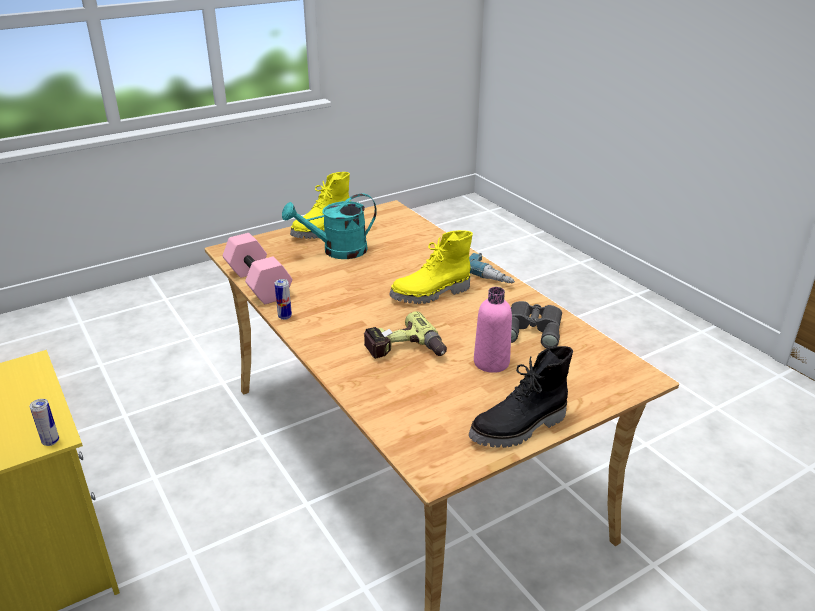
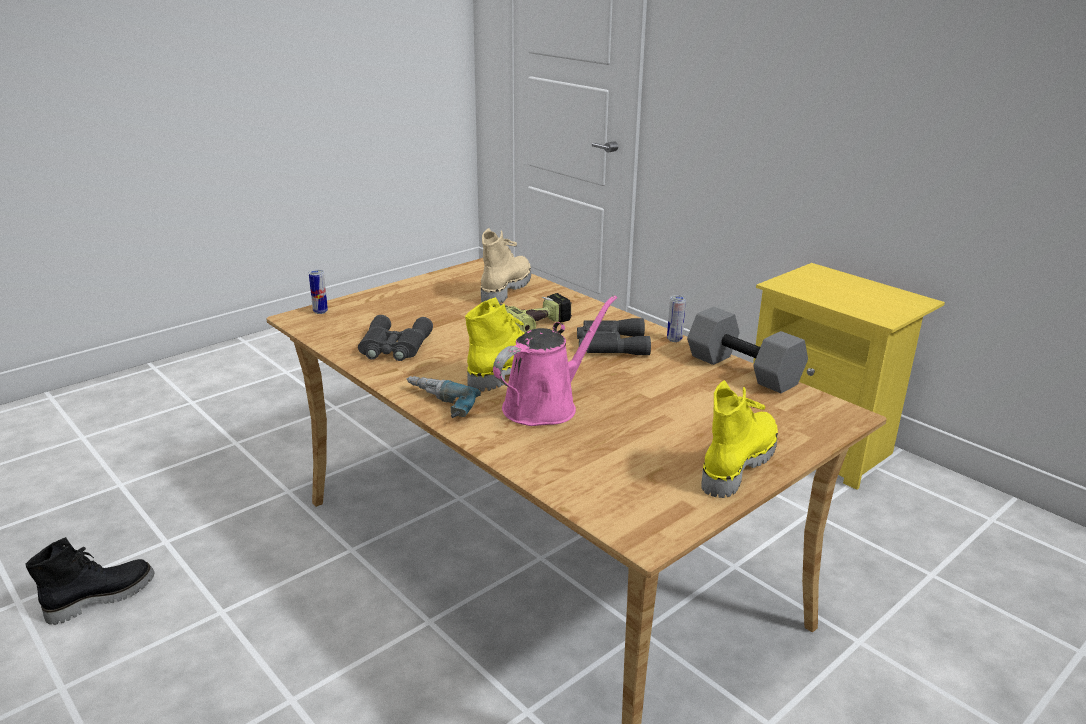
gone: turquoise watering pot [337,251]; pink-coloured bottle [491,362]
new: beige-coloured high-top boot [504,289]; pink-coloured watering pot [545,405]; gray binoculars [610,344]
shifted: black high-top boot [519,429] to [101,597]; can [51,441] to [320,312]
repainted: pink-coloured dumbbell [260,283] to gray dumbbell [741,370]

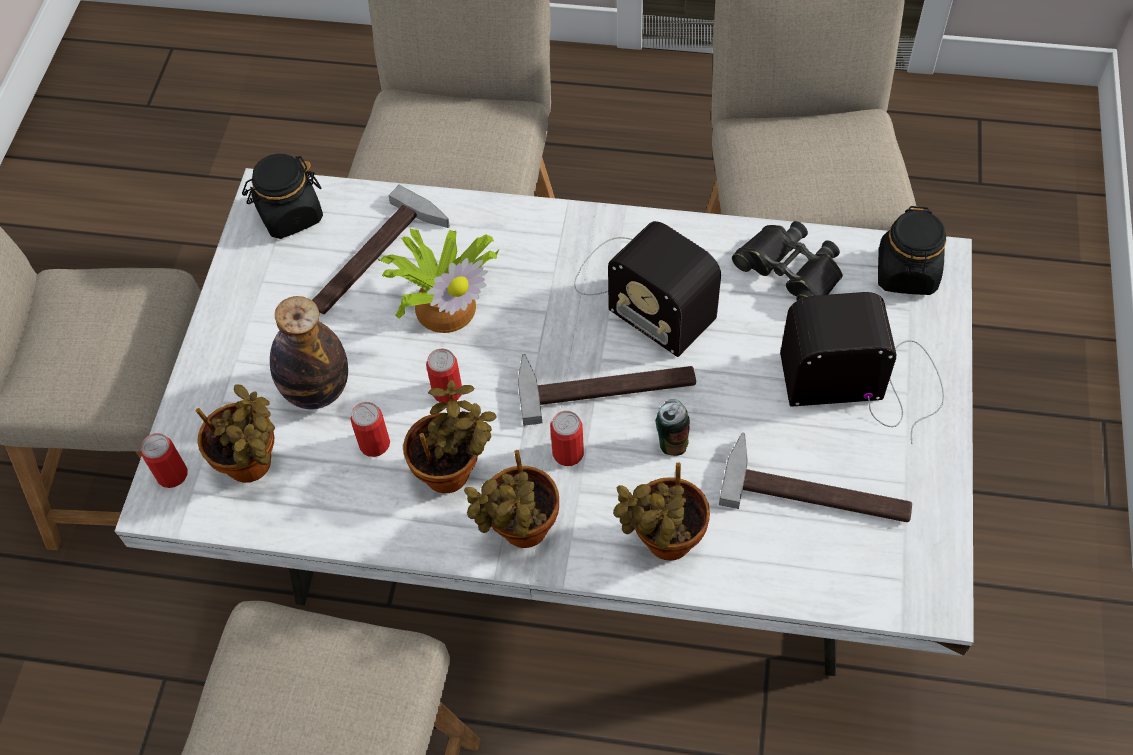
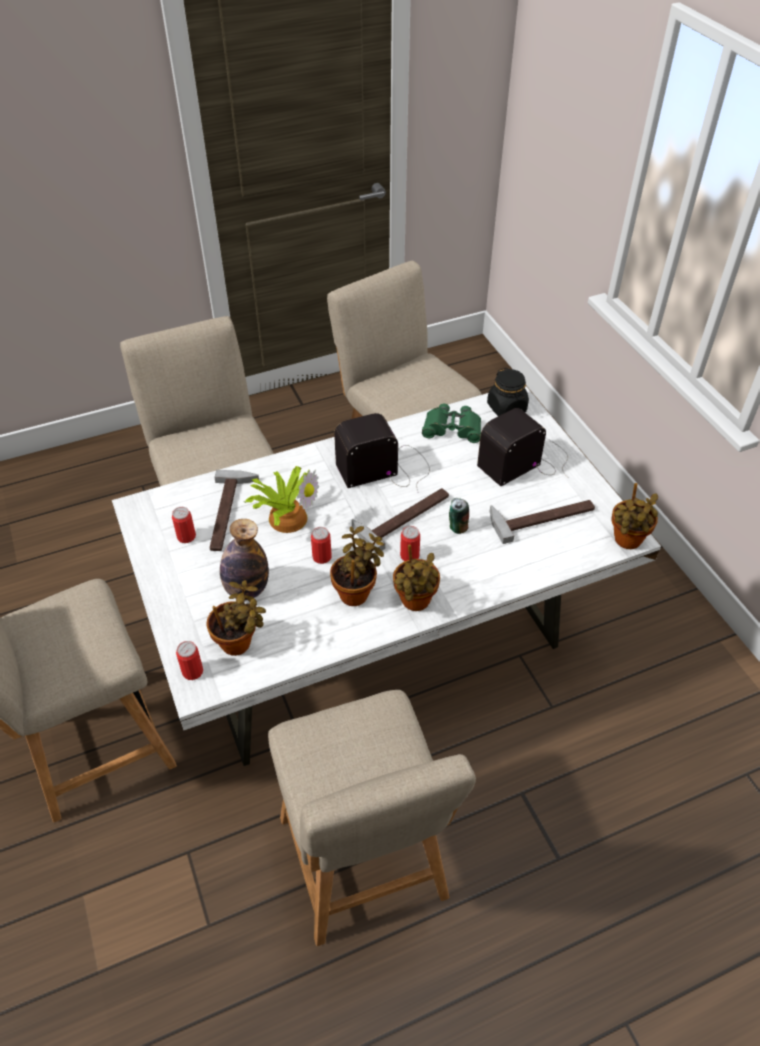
gone: black preserve jar [290,215]
shifted: can [374,444] to [186,536]; houseplant [663,542] to [626,542]
repainted: black binoculars [790,270] to greenish binoculars [452,428]
rotated: radio receiver [641,291] = [386,468] 150 degrees clockwise

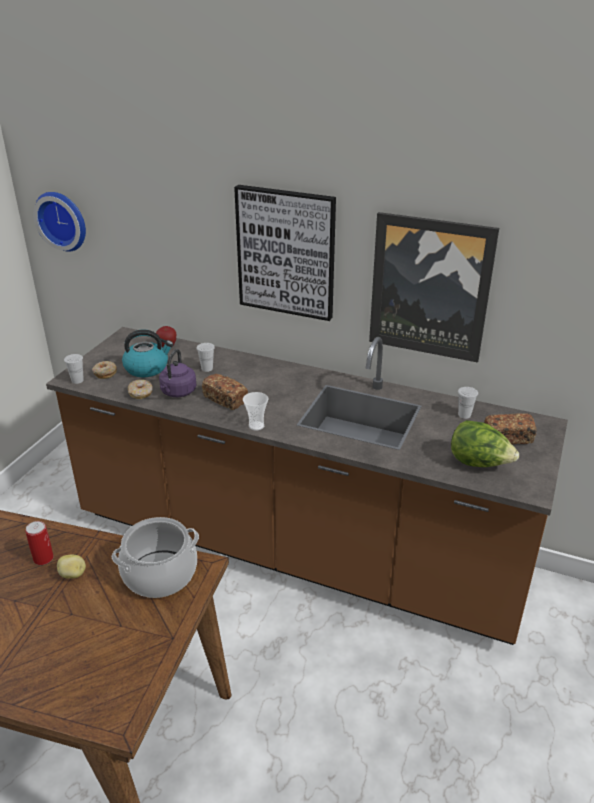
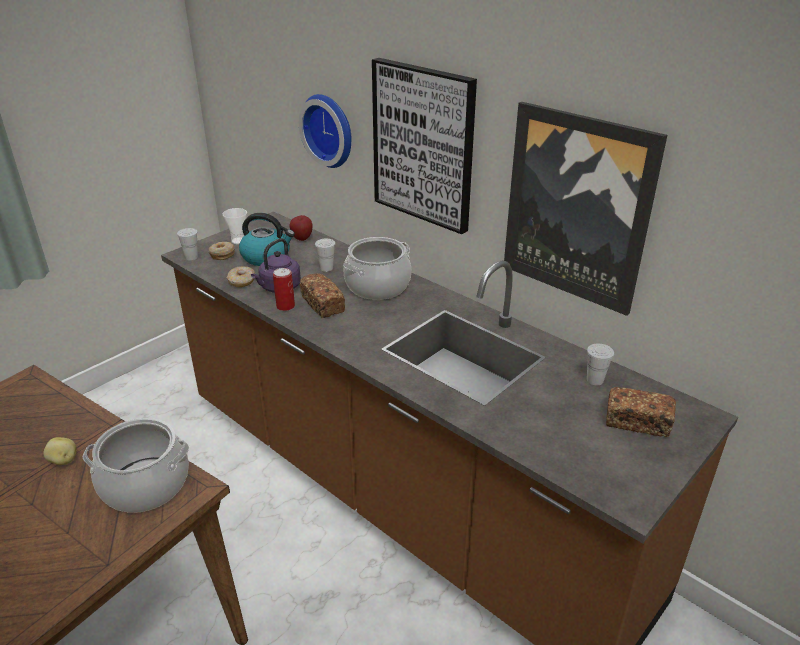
gone: lettuce [479,463]
new: saucepot [378,286]
shifted: small cup [256,426] to [238,241]; can [43,558] to [285,306]; hanging clock [63,220] to [330,130]

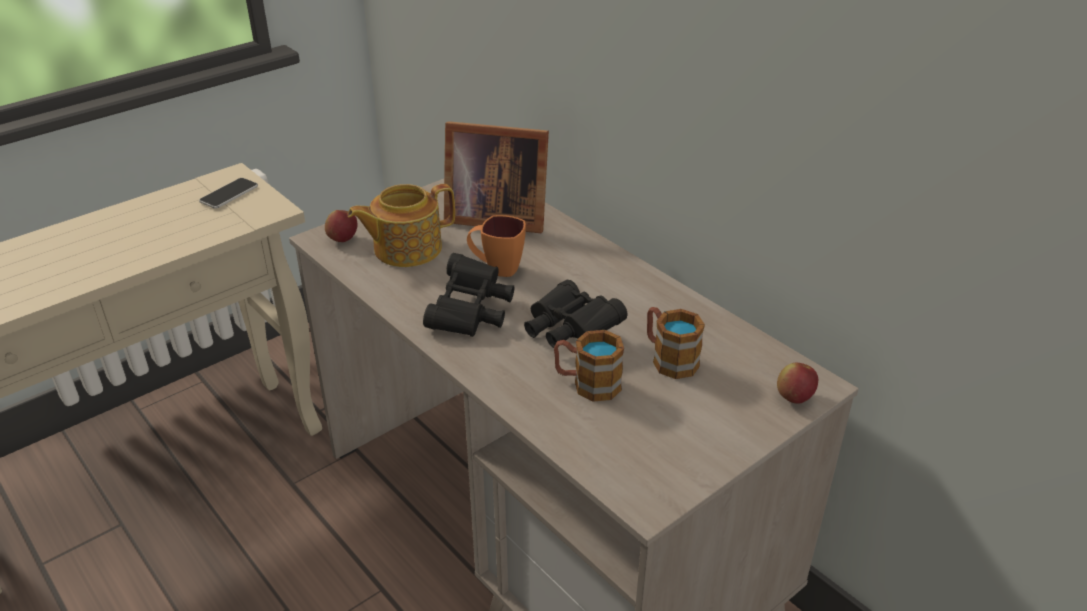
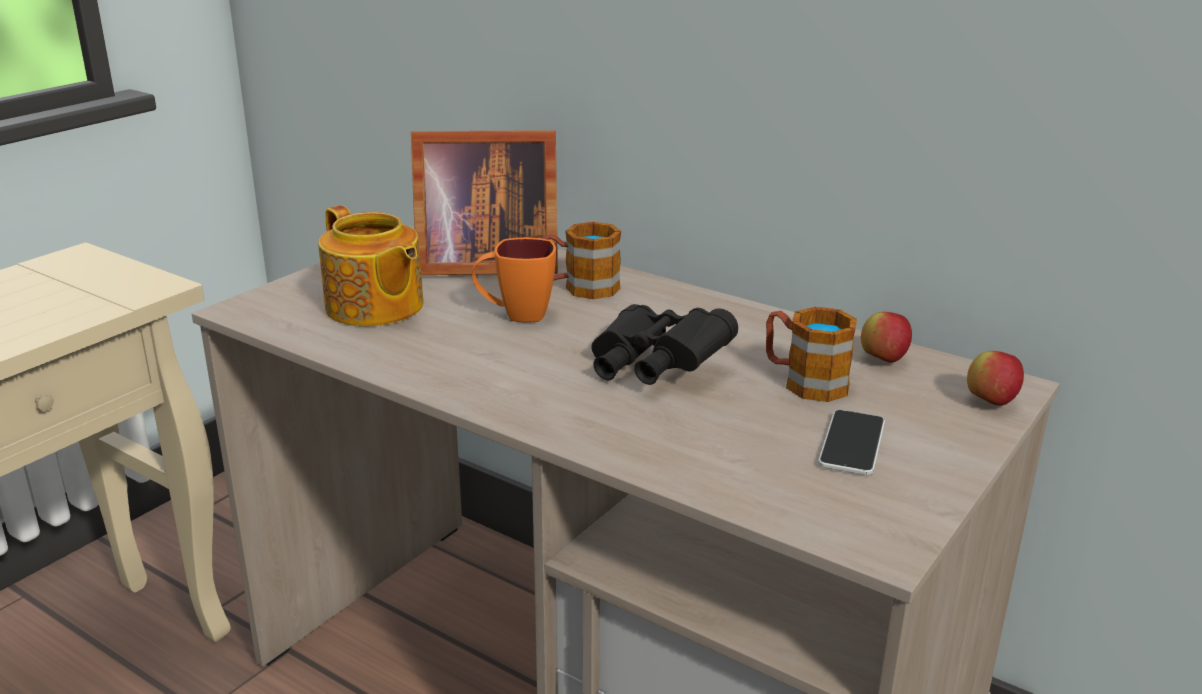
gone: black binoculars [471,313]
shifted: mug [587,384] to [580,288]; telephone [229,194] to [852,444]; whole apple [343,239] to [883,359]
rotated: pot for tea [406,248] = [374,307] 90 degrees counterclockwise

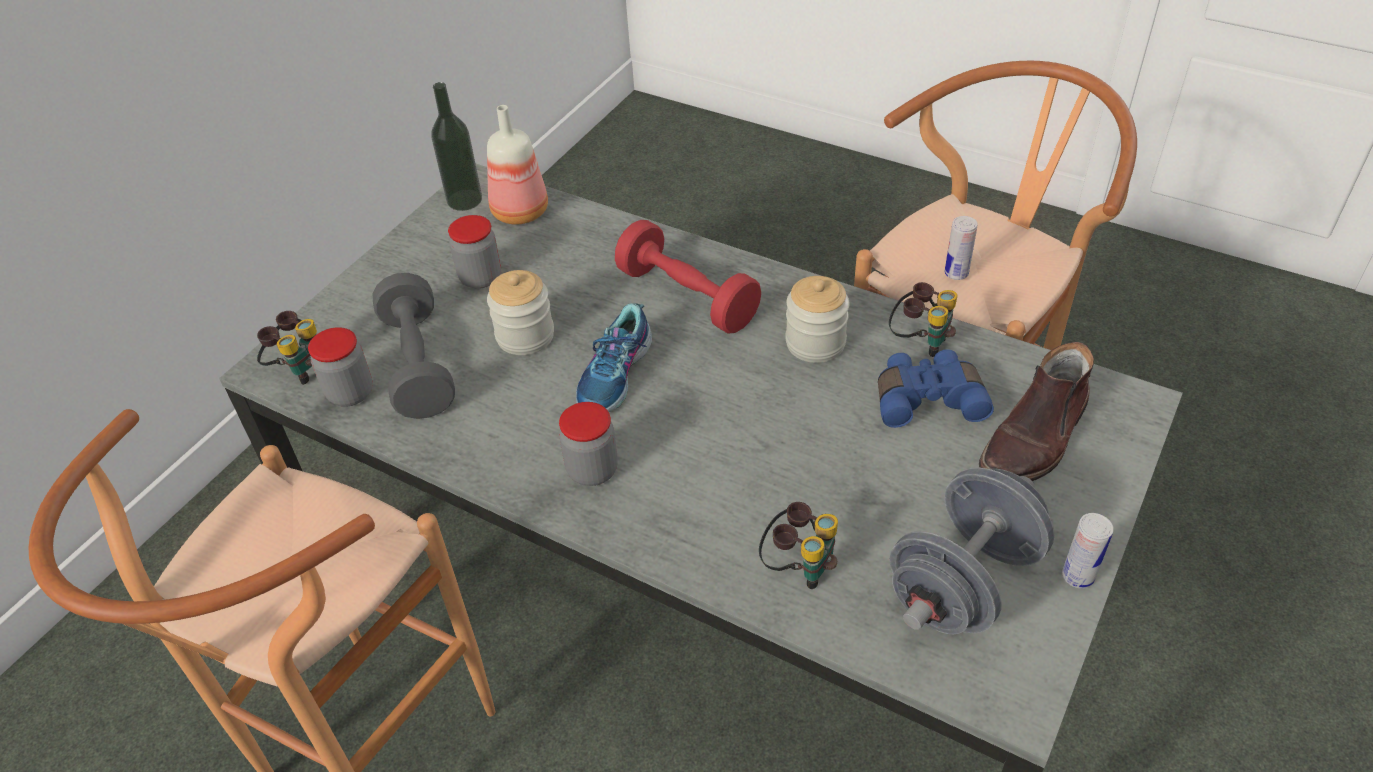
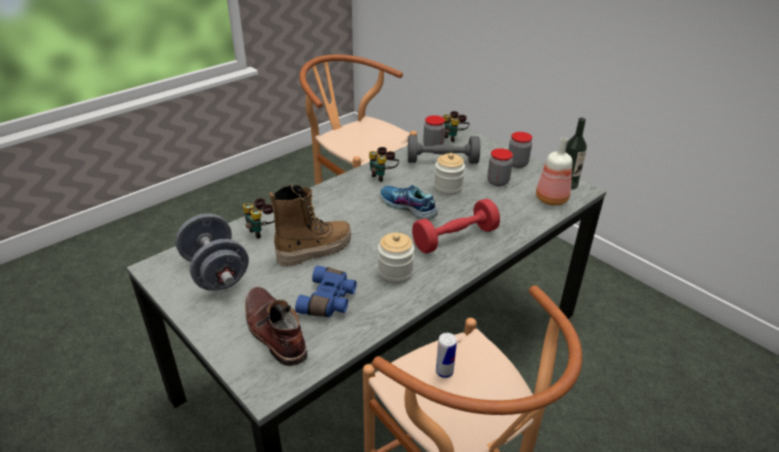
gone: can [1078,576]
new: high-top boot [314,250]
shifted: binoculars [920,341] to [383,176]; preserve jar [592,470] to [517,164]

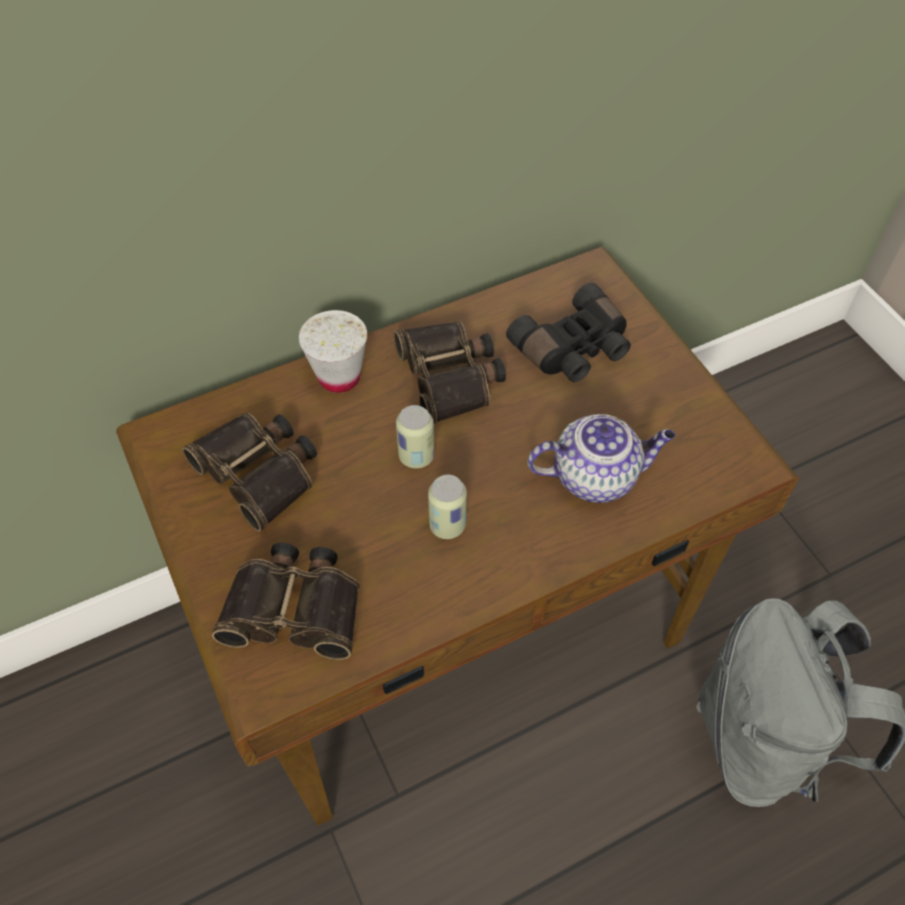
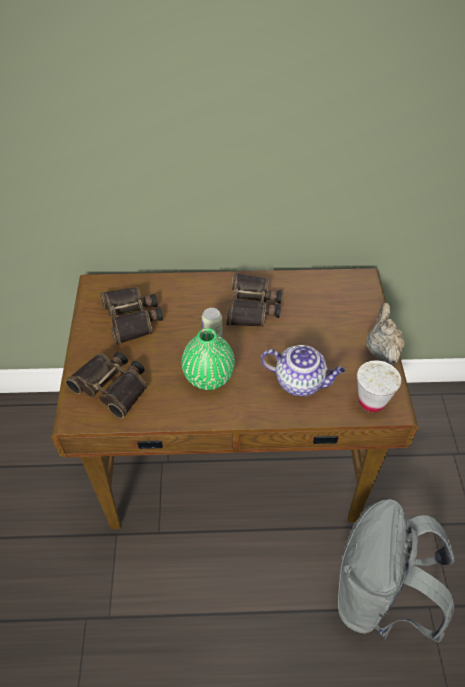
gone: black binoculars [574,349]
new: beige-coloured pot for tea [381,350]
shifted: whitish small cup [339,377] to [371,401]
swapped: can [447,525] to greenish flower vase [208,377]

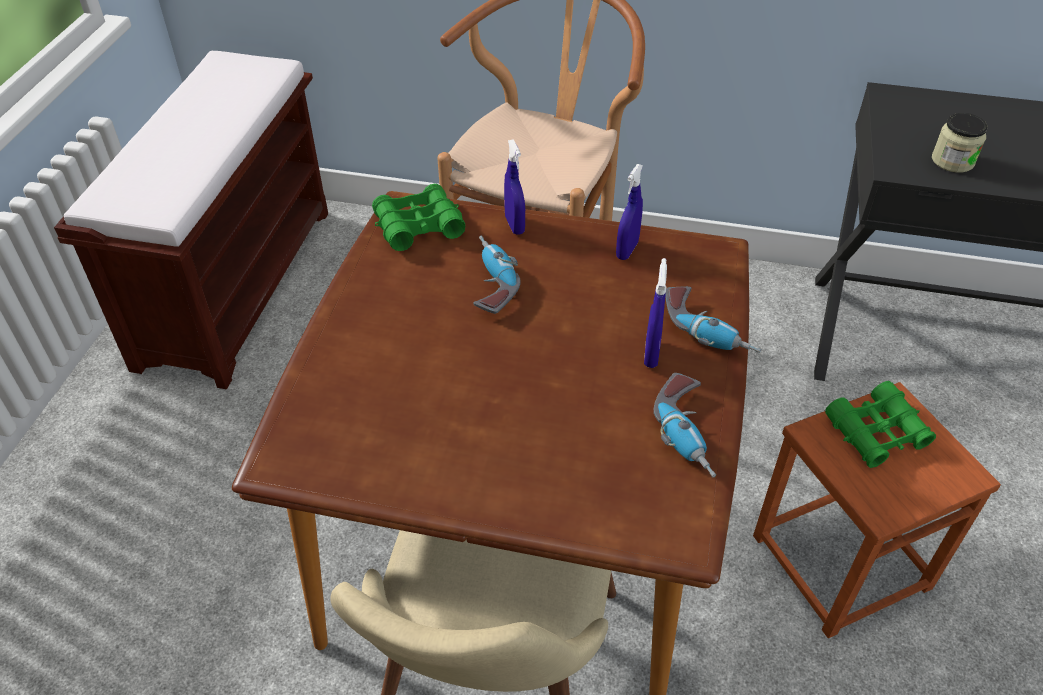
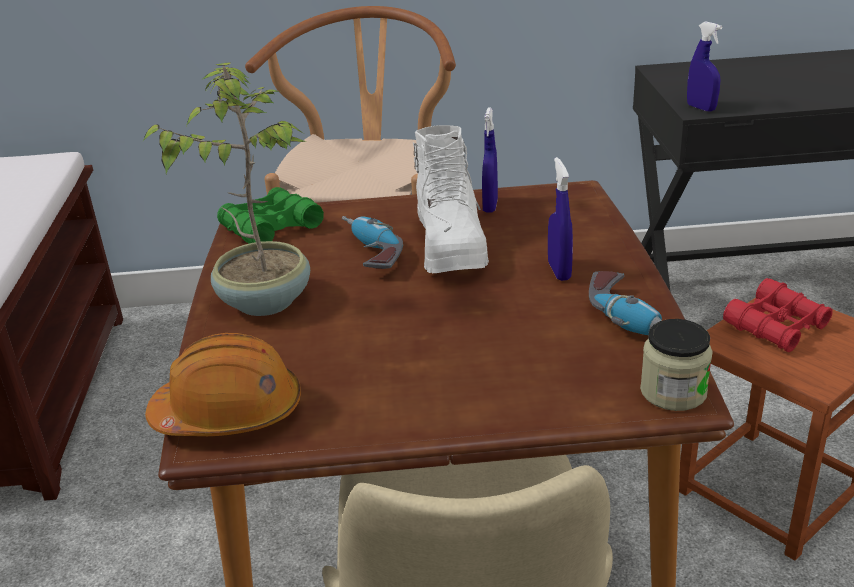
gone: power drill [708,331]
new: houseplant [264,300]; orange-coloured hard hat [229,413]; whitish high-top boot [451,246]
shifted: preserve jar [952,161] to [673,392]; blue-coloured sprayer [514,225] to [701,108]
repainted: greenish binoculars [876,433] to red-coloured binoculars [776,326]

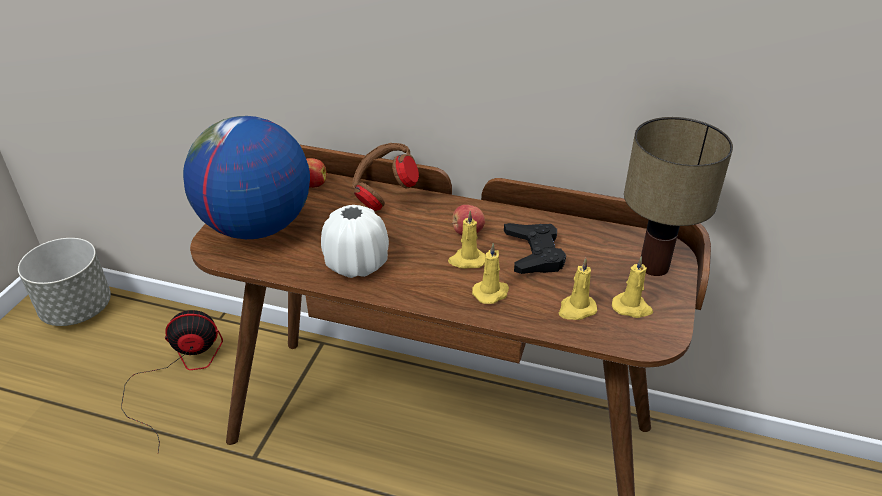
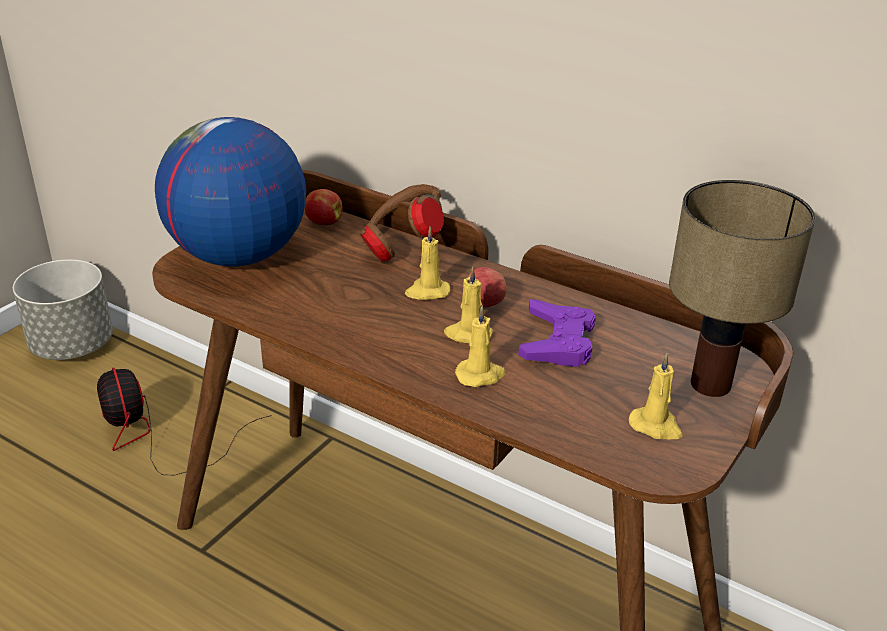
gone: whitish flower vase [356,264]
shifted: yellow wax candle [576,309] to [427,292]
repainted: black joypad [534,253] to purplish joypad [557,341]
rotated: electric fan [179,373] = [155,437] 120 degrees counterclockwise

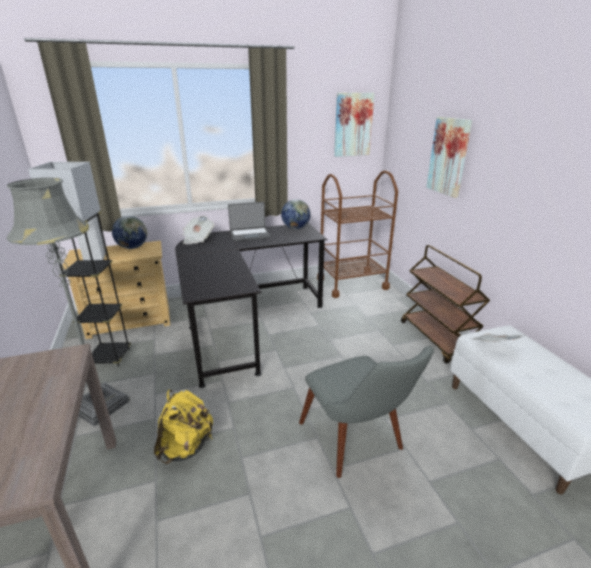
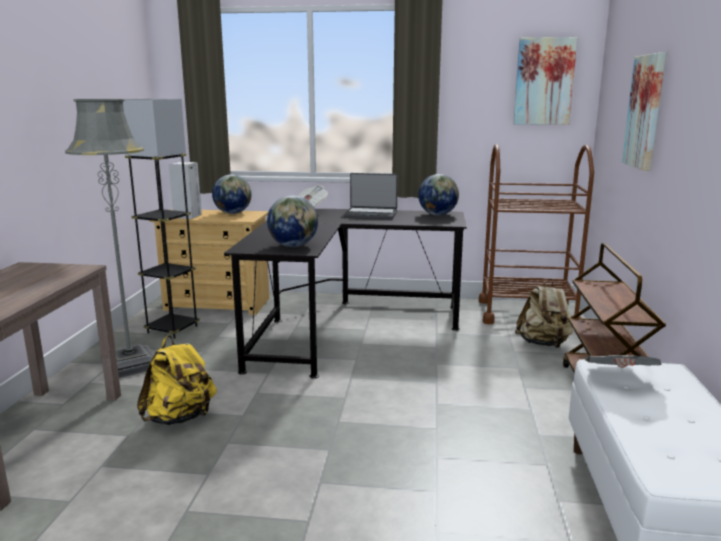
gone: gray plain chair [358,444]
new: world globe [293,246]; beige-coloured knapsack [543,344]

